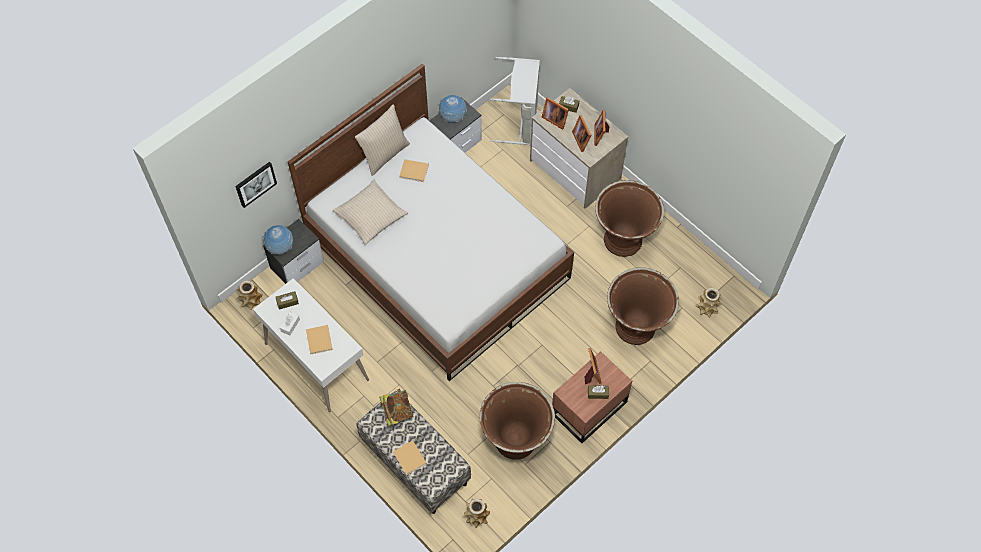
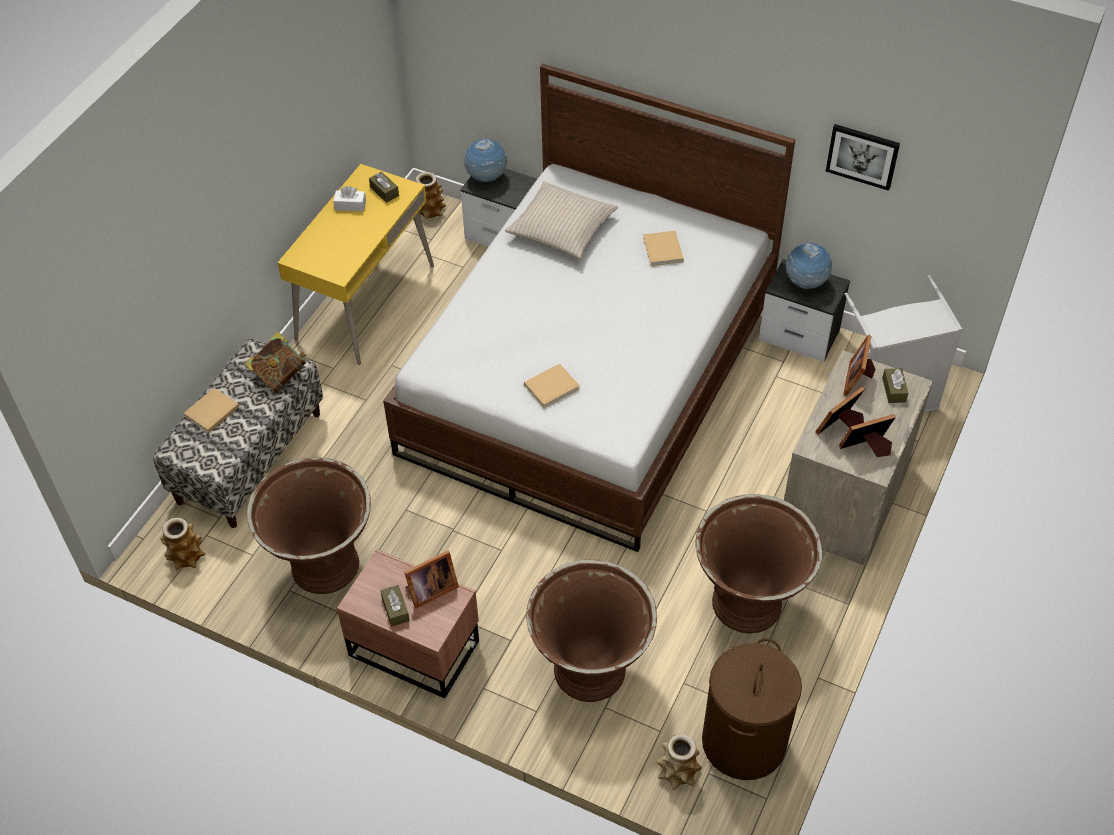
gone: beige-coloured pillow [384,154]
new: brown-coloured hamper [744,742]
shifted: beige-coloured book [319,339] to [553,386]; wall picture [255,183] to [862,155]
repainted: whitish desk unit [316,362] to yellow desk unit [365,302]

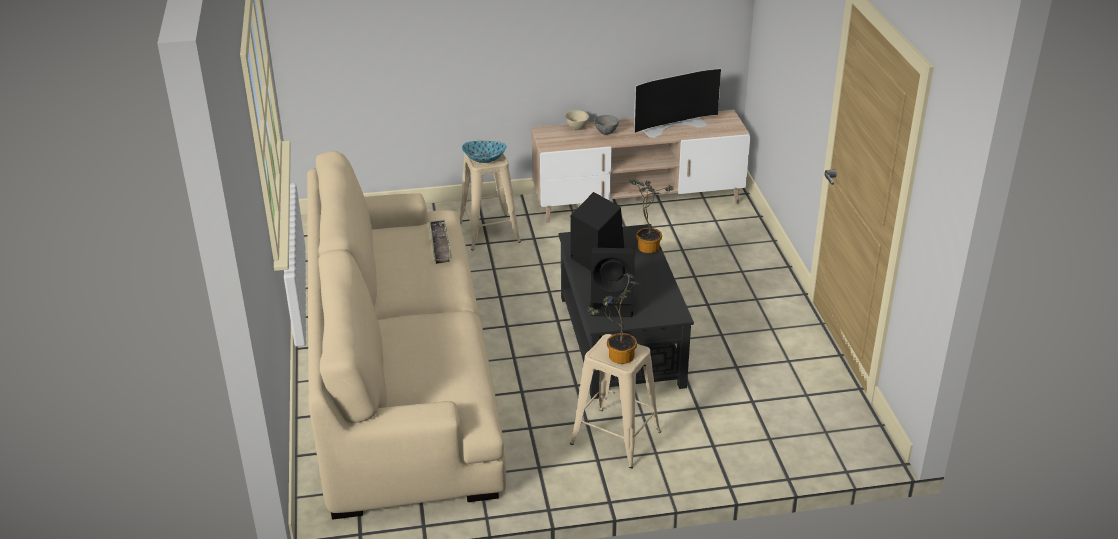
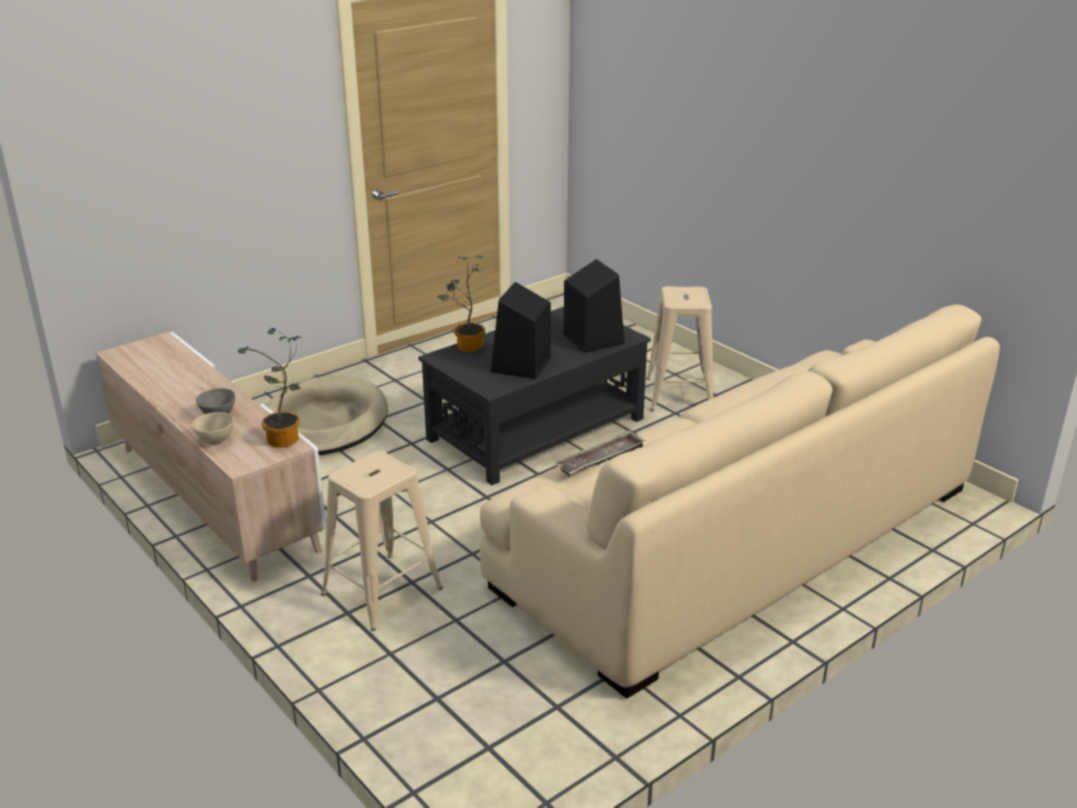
gone: serving bowl [484,159]; television [673,125]
new: beige-coloured dog cushion [324,422]
shifted: houseplant [617,356] to [284,442]

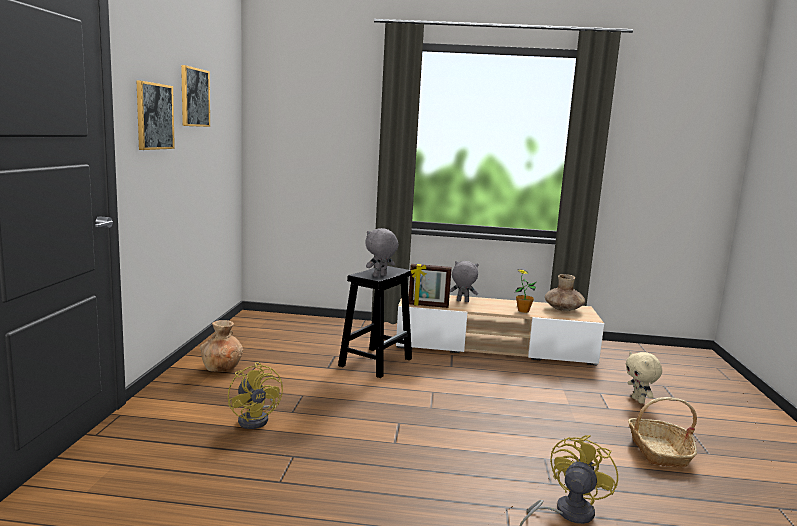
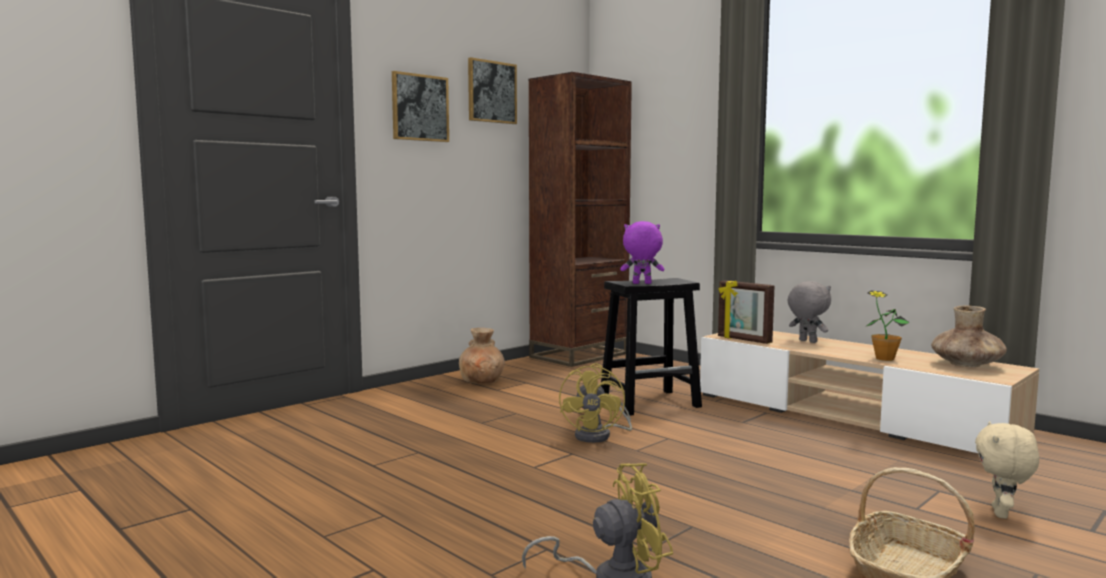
new: brown-coloured bookshelf [579,355]
shifted: yellow electric fan [257,419] to [599,436]
repainted: gray plush toy [380,276] to purplish plush toy [641,283]

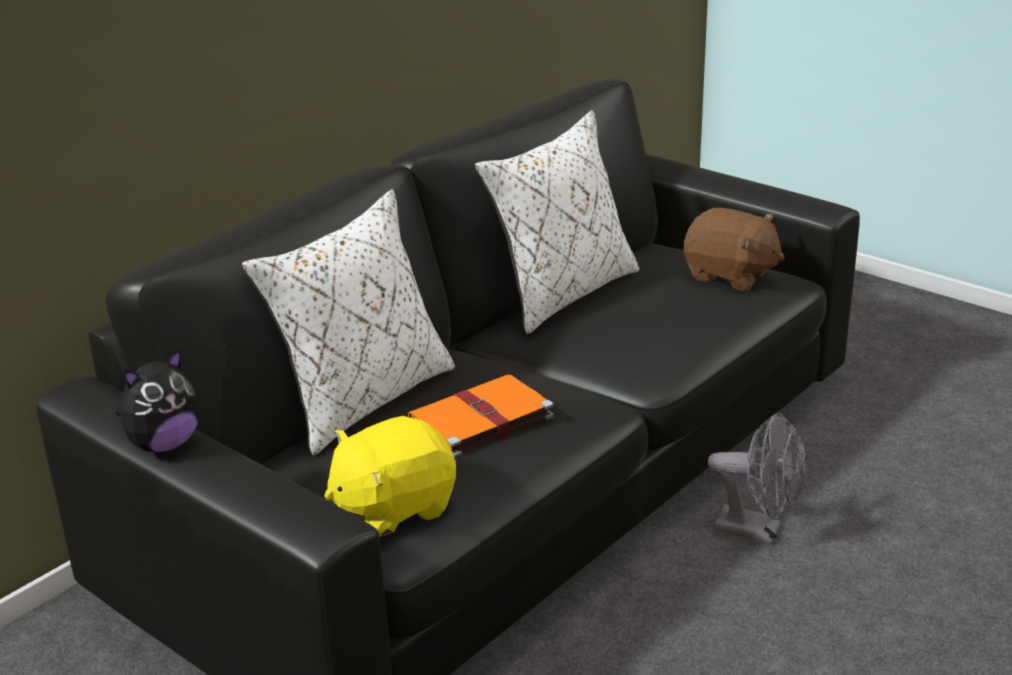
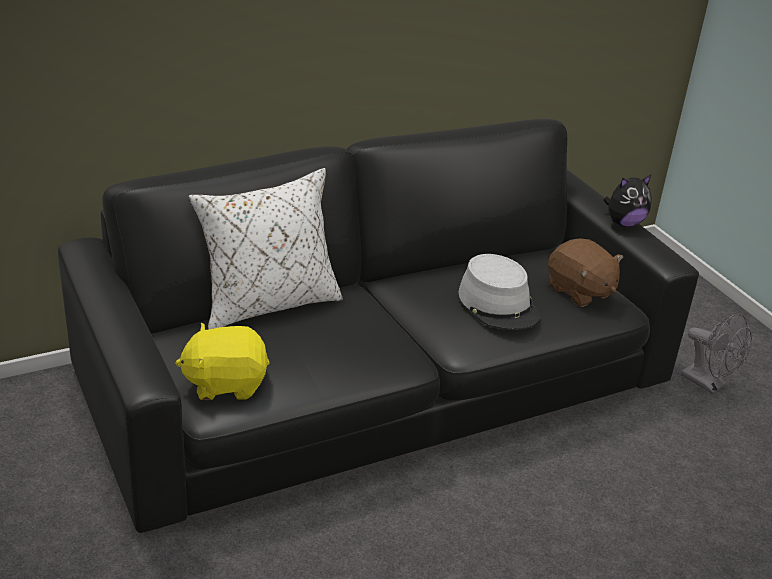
gone: orange-coloured book [479,420]; whitish pillow [561,294]
new: gray clothing hat [499,305]
shifted: plush toy [163,445] to [624,223]; gray electric fan [758,530] to [708,384]

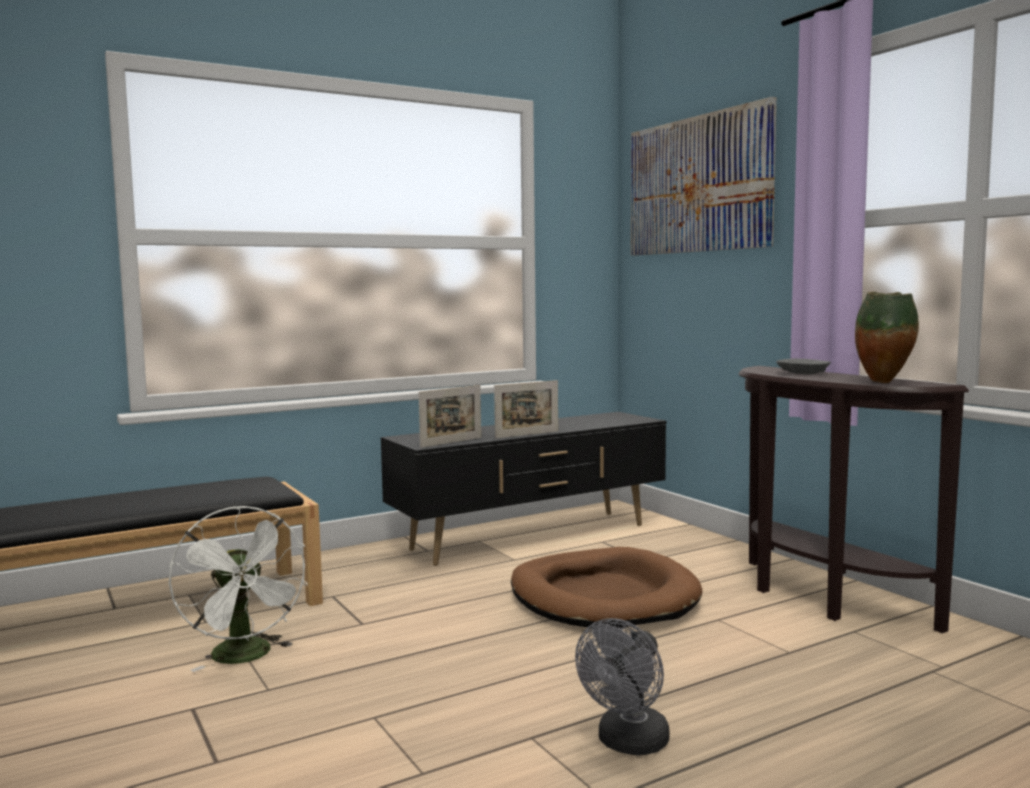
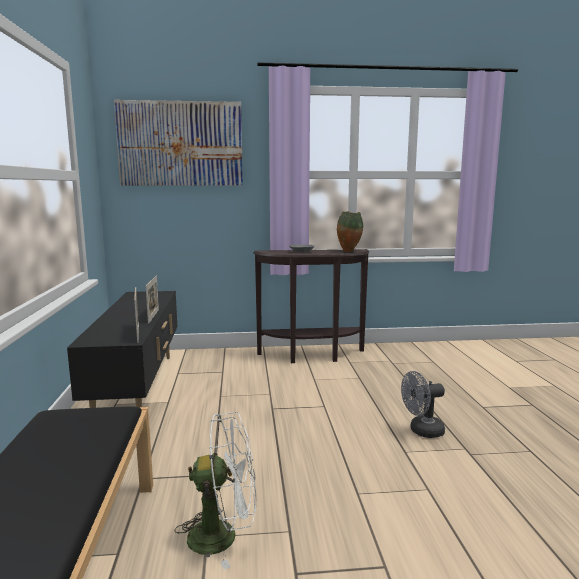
gone: brown-coloured dog cushion [603,597]
rotated: gray electric fan [628,744] = [422,431] 105 degrees clockwise

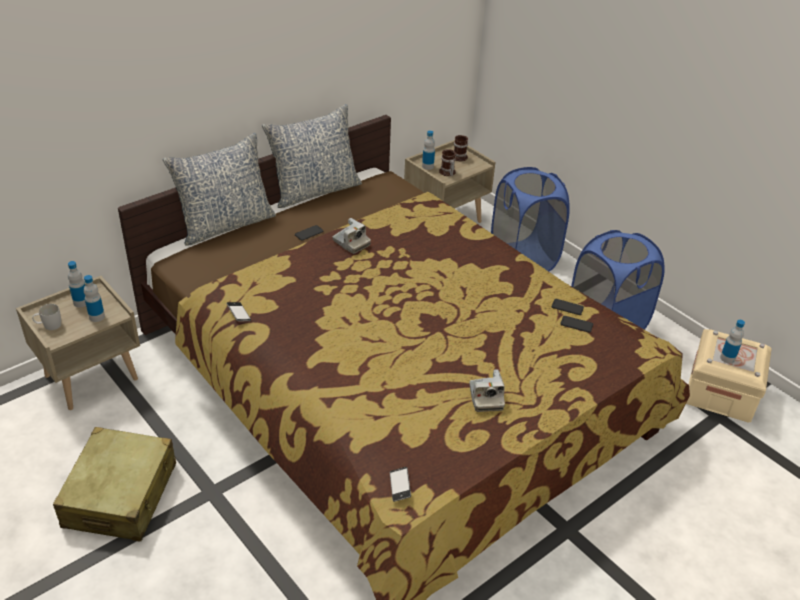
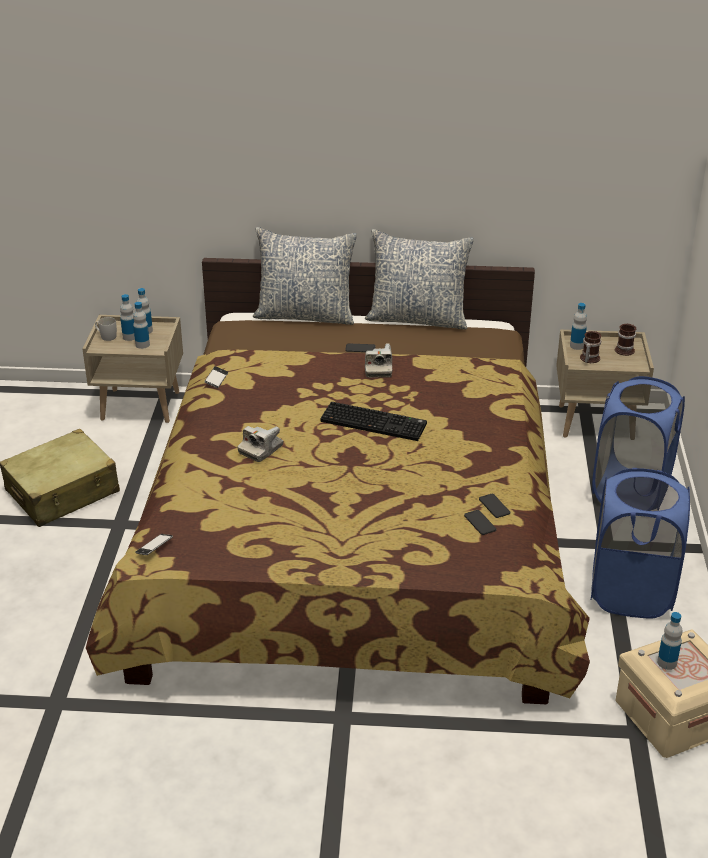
new: bottle [129,337]; computer keyboard [375,422]
shifted: still camera [485,398] to [261,450]

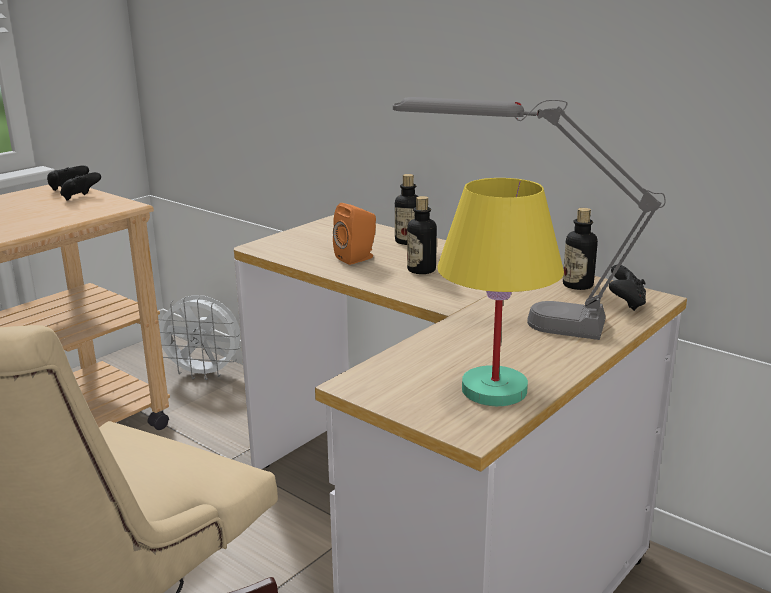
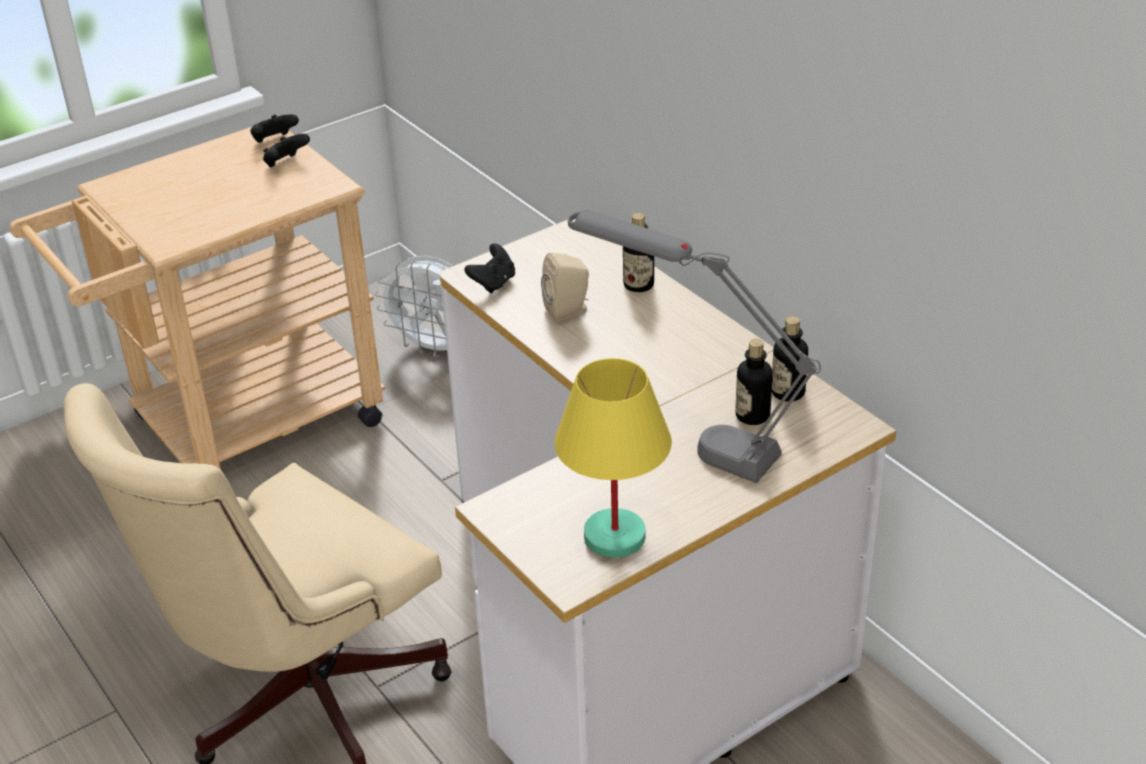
shifted: black joypad [626,304] to [493,283]; bottle [421,270] to [752,415]
repainted: orange-coloured loudspeaker [357,258] to beige-coloured loudspeaker [569,311]

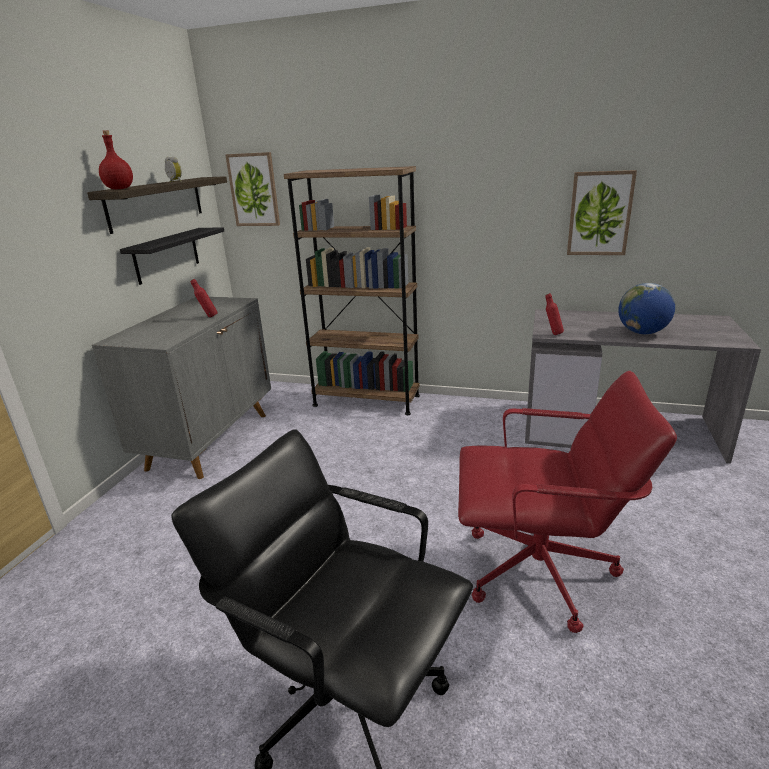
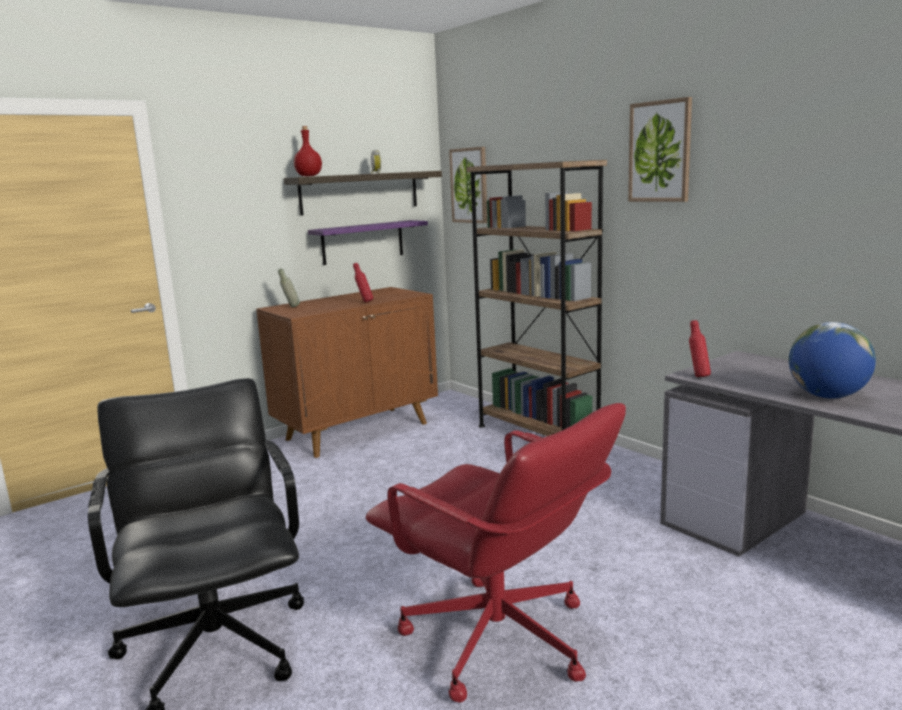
new: gray bottle [291,307]
shifted: wall picture [600,213] to [660,151]
repainted: gray storage cabinet [210,440] to brown-coloured storage cabinet [358,431]; black bracket shelf [167,255] to purplish bracket shelf [363,242]

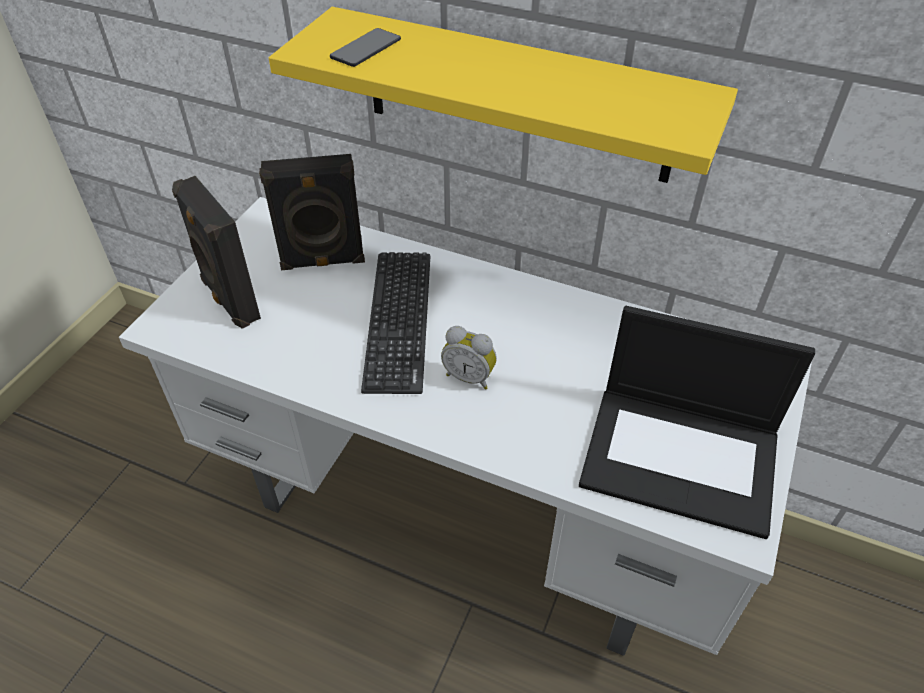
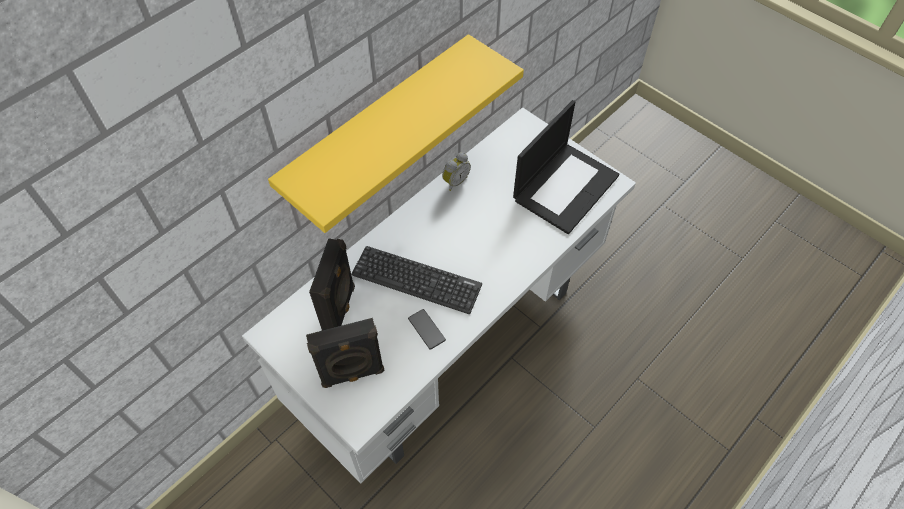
shifted: telephone [366,49] to [426,329]; bedside clock [469,376] to [455,181]

